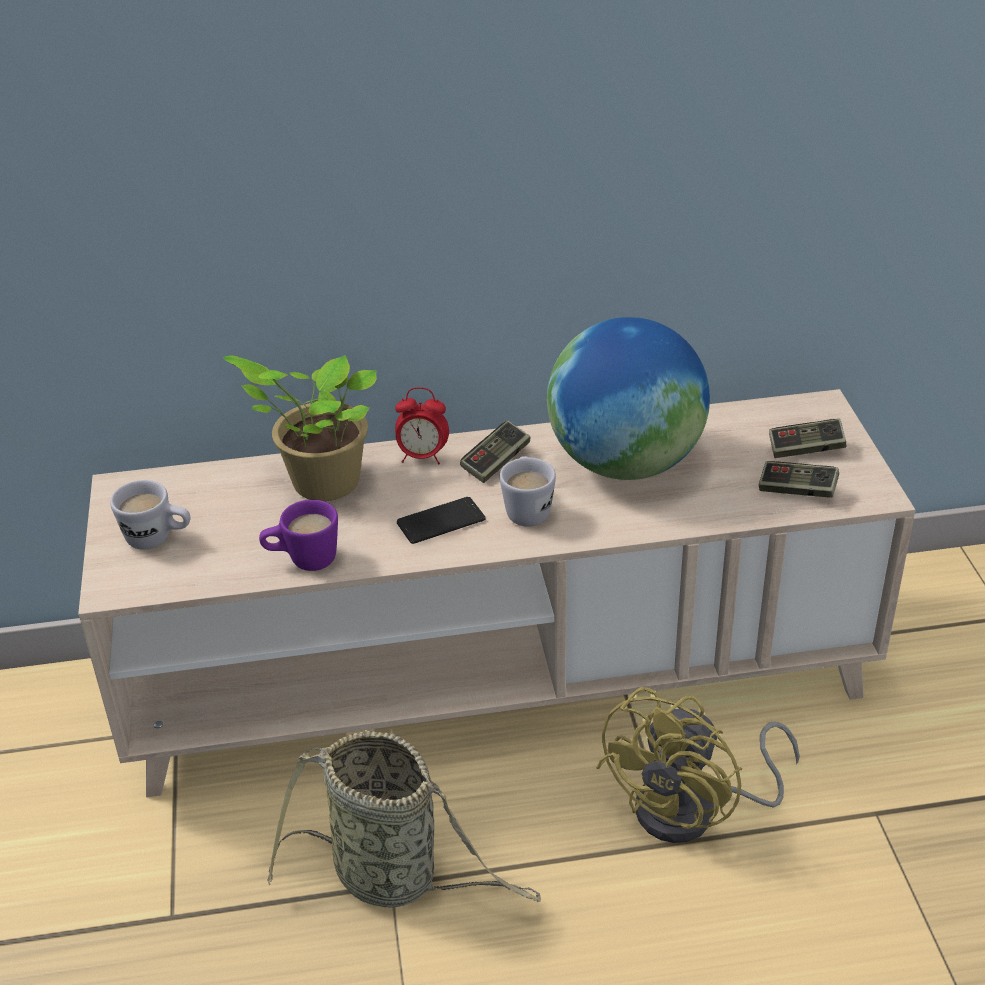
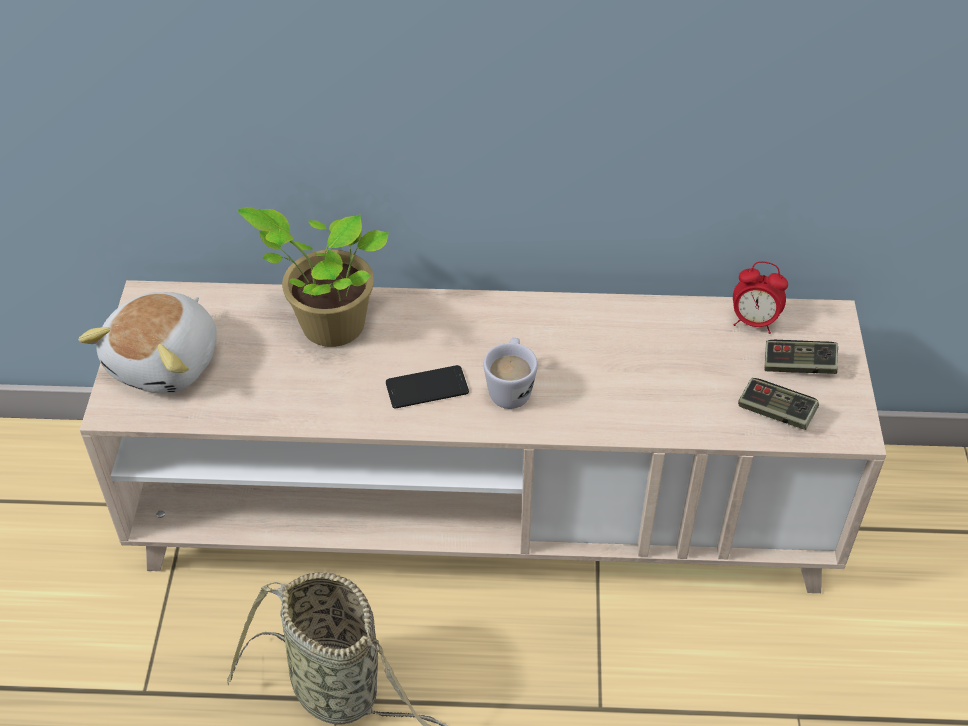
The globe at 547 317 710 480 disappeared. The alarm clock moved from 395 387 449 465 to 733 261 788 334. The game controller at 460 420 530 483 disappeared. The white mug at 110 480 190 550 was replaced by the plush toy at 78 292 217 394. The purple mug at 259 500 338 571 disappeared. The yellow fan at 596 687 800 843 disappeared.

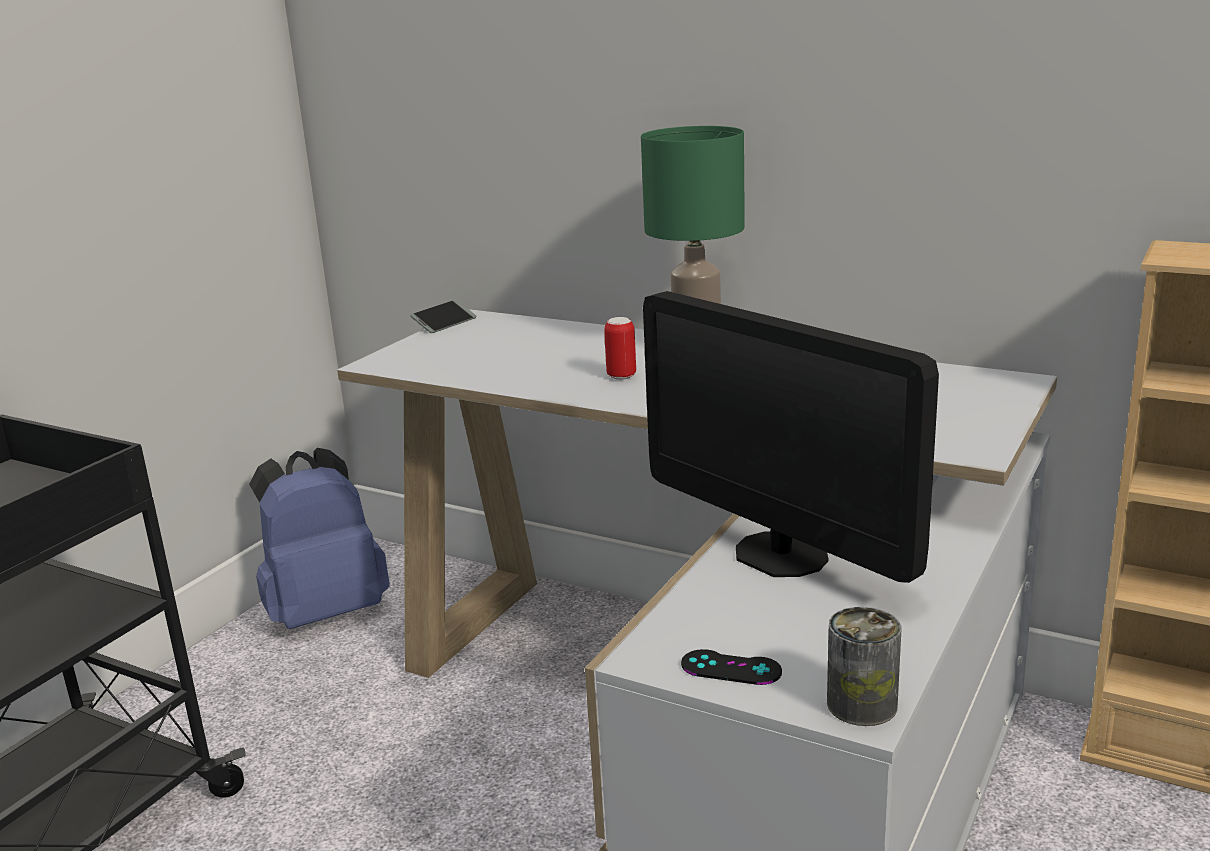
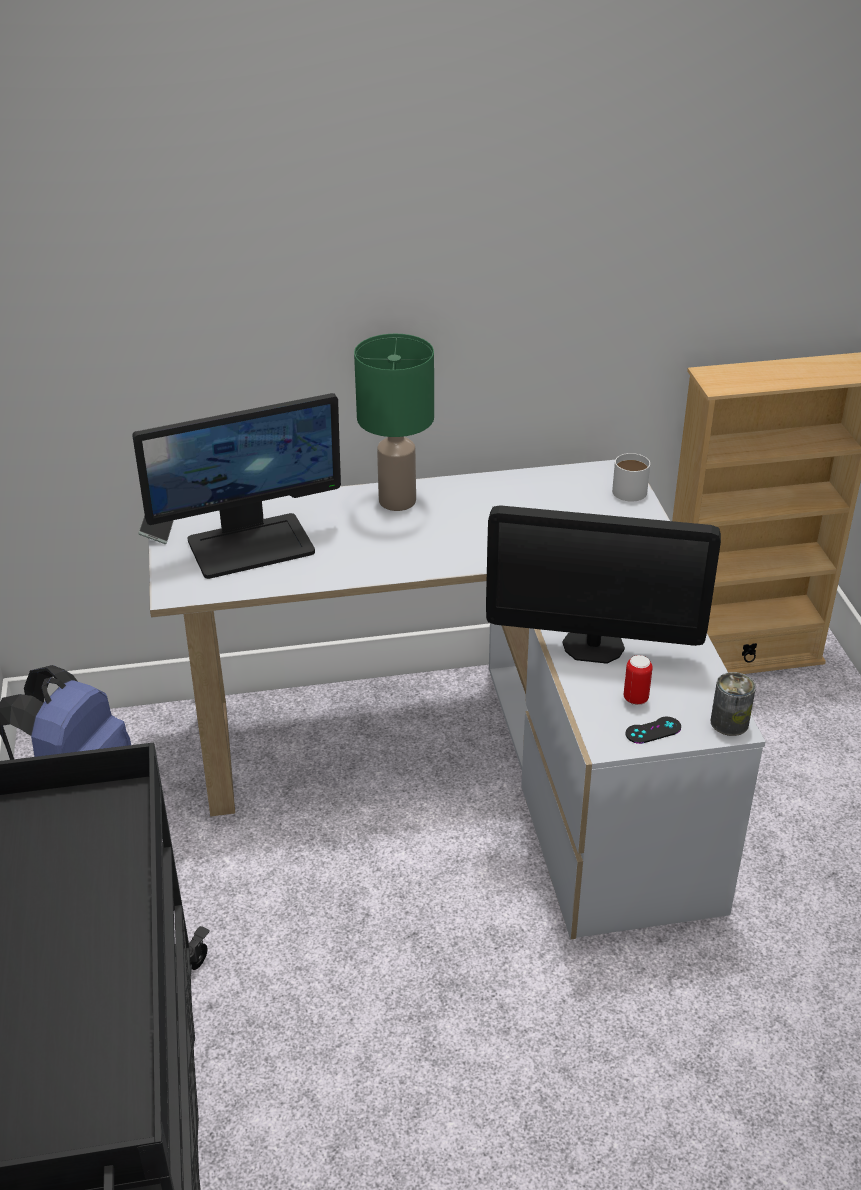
The can moved from 604 317 636 380 to 624 655 653 705. The monitor at 132 393 341 579 appeared. The white mug at 612 453 650 502 appeared.

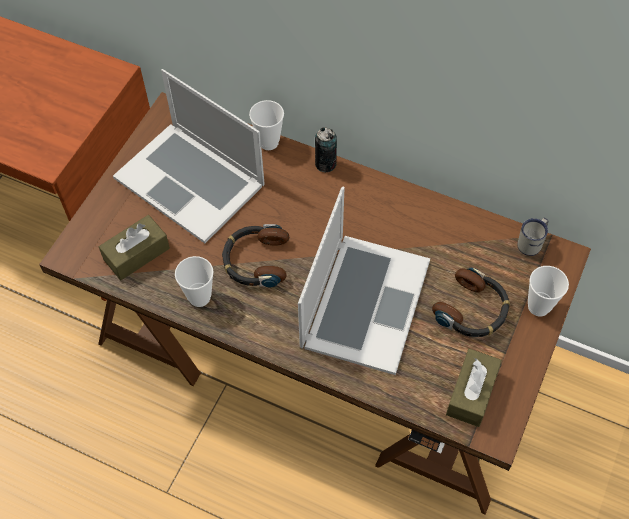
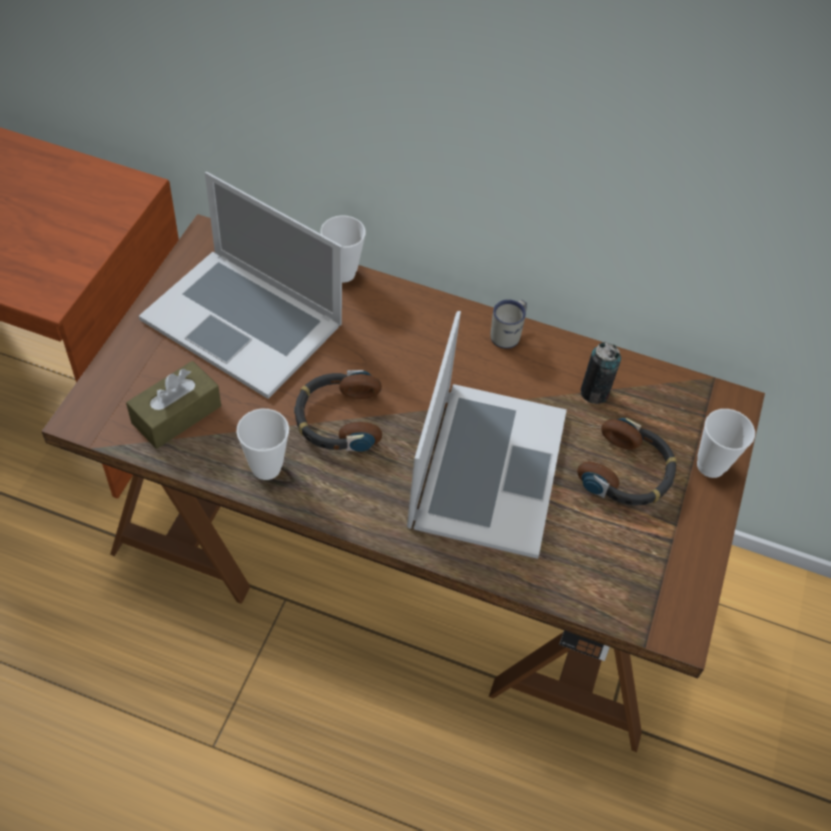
The can moved from 315 127 337 172 to 581 342 621 404. The white mug moved from 518 218 548 256 to 491 299 527 349. The brown tissue box at 446 348 502 427 disappeared.

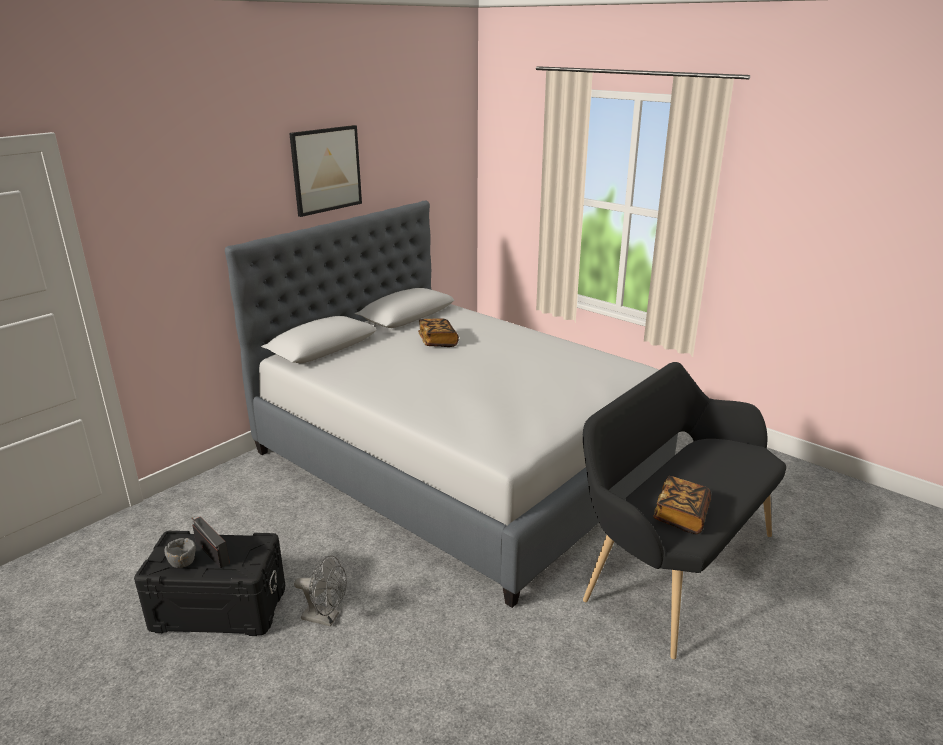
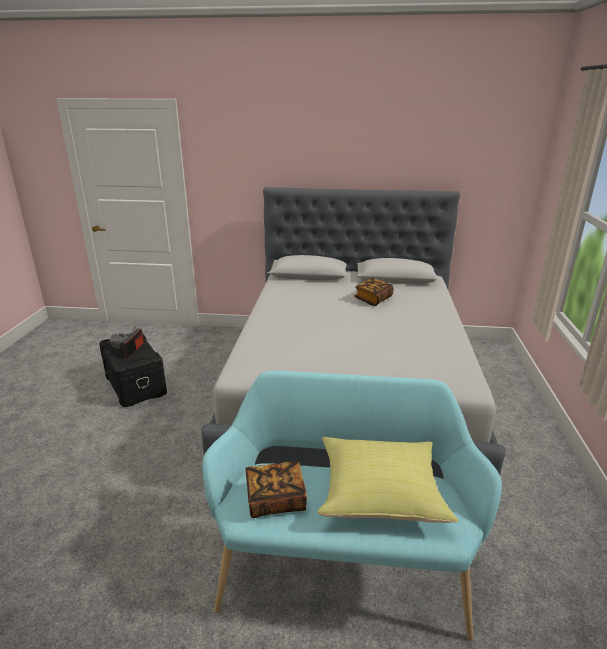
The picture at 289 125 362 217 disappeared. The black bench at 583 362 786 659 became the turquoise bench at 202 370 502 641. The grey fan at 294 555 347 626 disappeared. The yellow pillow at 317 437 458 523 appeared.

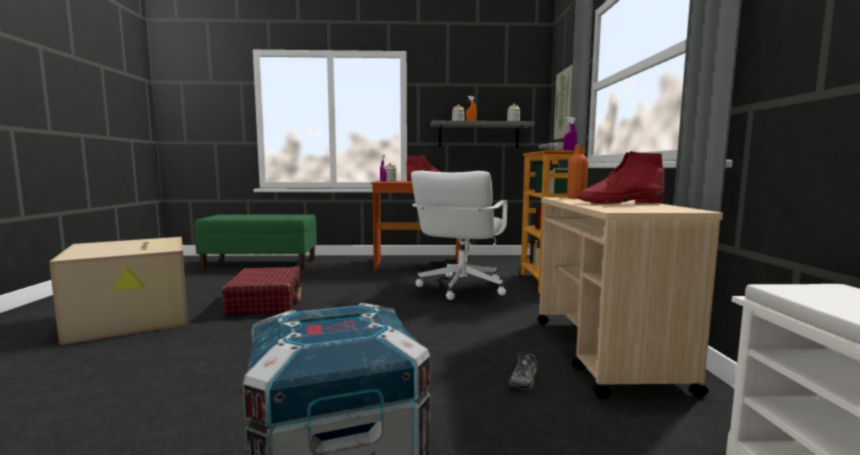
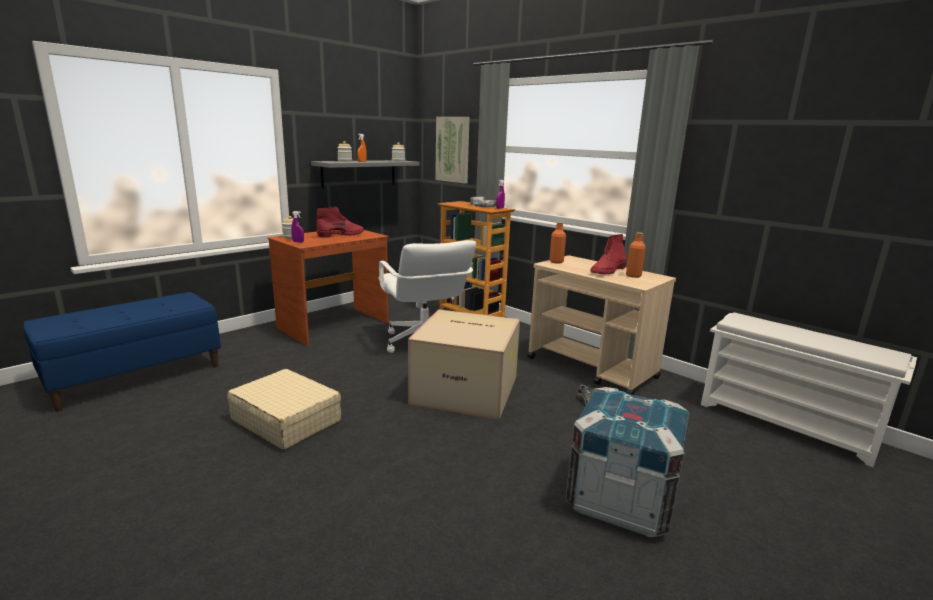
The green bench at 194 214 317 269 became the blue bench at 24 292 221 412. The cardboard box moved from 49 237 189 345 to 408 309 520 420. The red suitcase at 222 267 301 315 became the beige suitcase at 227 369 341 450. The orange bottle at 626 232 646 278 appeared.

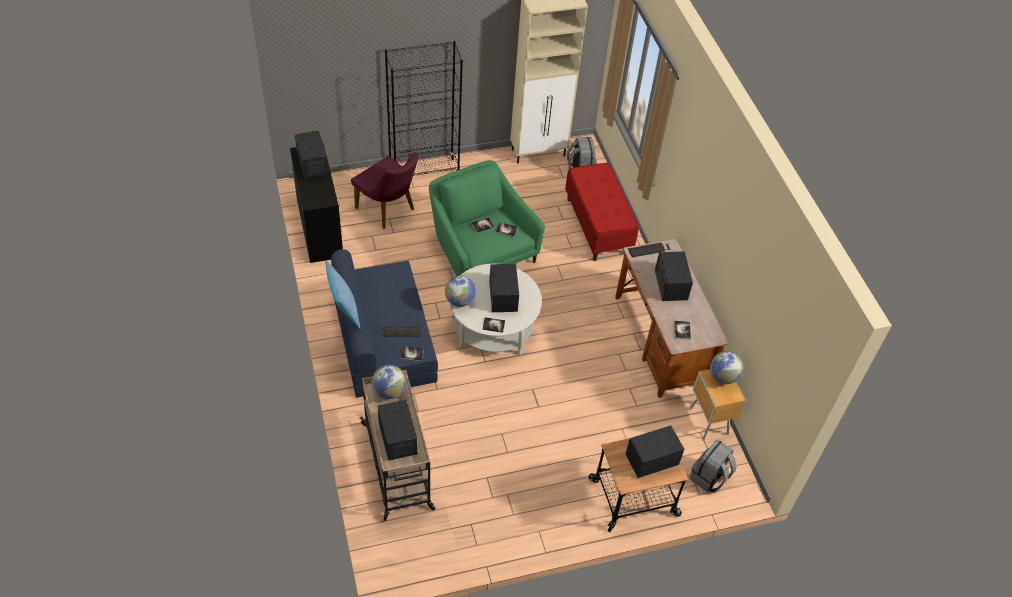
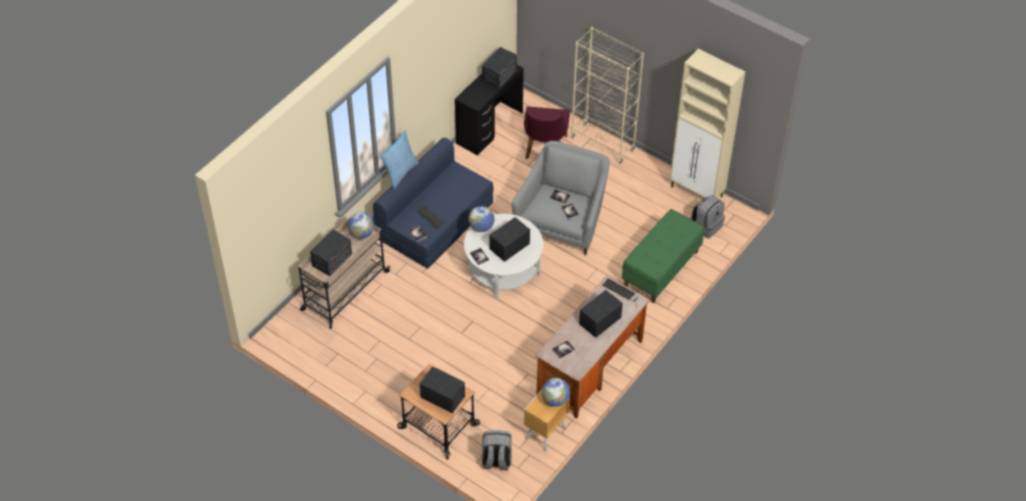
The black bookcase at 385 41 463 176 became the beige bookcase at 571 27 644 164. The green armchair at 429 160 545 276 became the grey armchair at 512 141 610 255. The red bench at 565 163 639 261 became the green bench at 622 209 705 303.

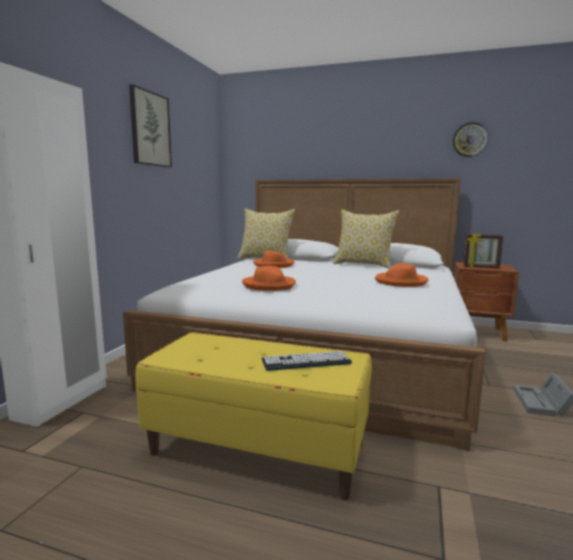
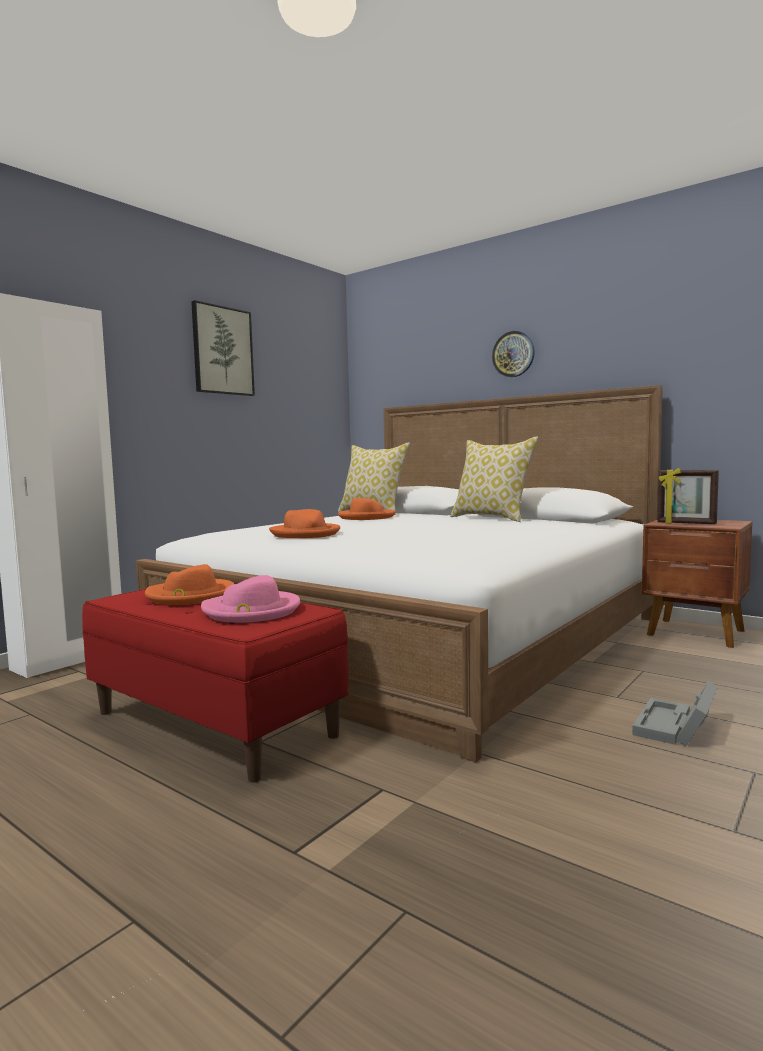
The wall clock moved from 452 122 489 157 to 492 331 535 377. The orange hat moved from 375 263 429 287 to 145 564 234 605. The yellow bench at 135 332 372 500 became the red bench at 82 589 349 783. The keyboard at 262 351 352 371 was replaced by the pink hat at 201 575 300 623.

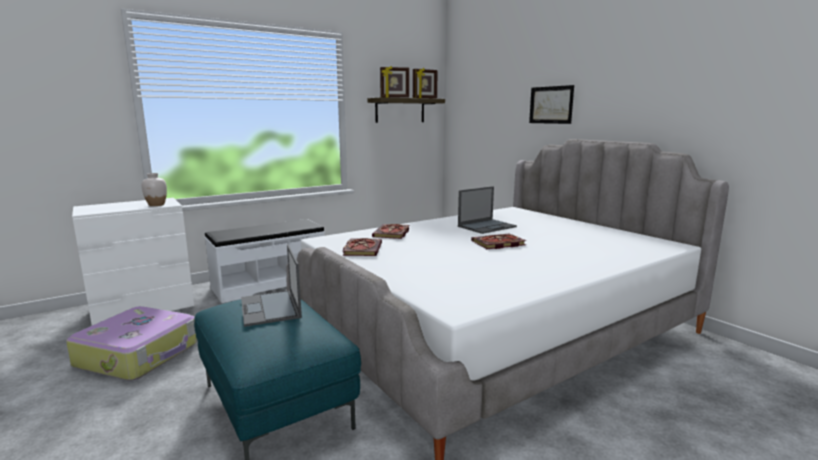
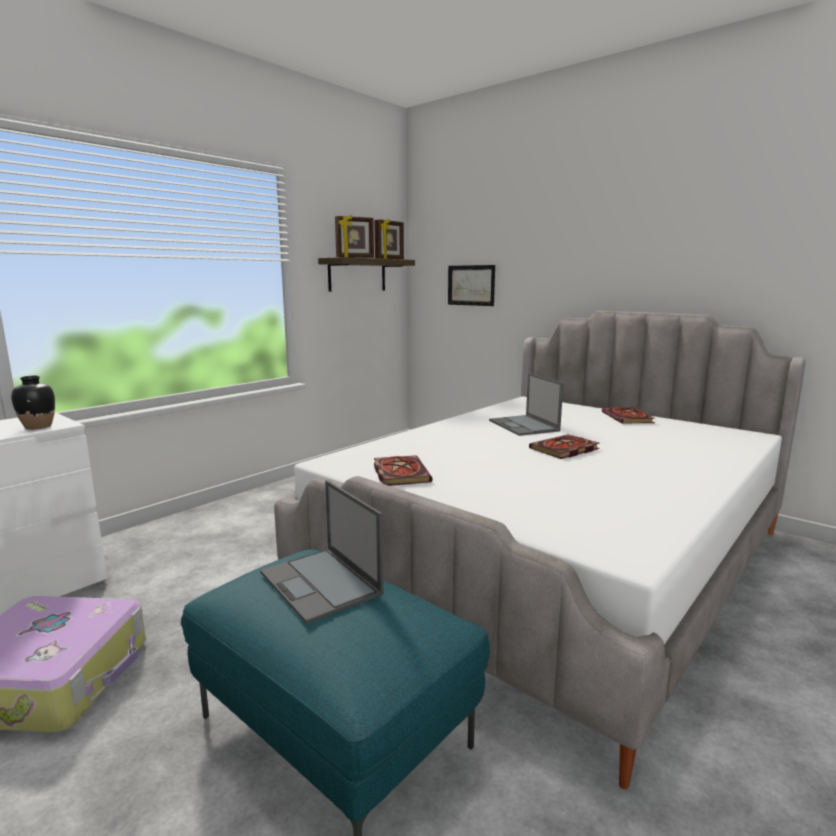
The picture moved from 529 85 574 124 to 448 265 495 306. The white vase at 141 173 167 206 became the black vase at 11 376 55 430. The laptop at 458 186 517 234 turned 120 degrees clockwise. The white bench at 205 219 325 303 disappeared. The book moved from 372 224 410 239 to 602 407 655 423.

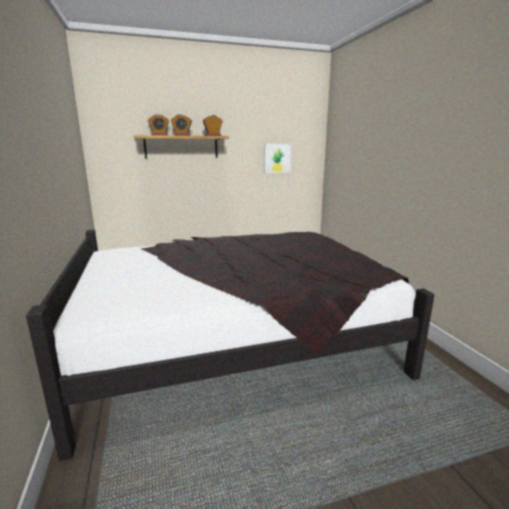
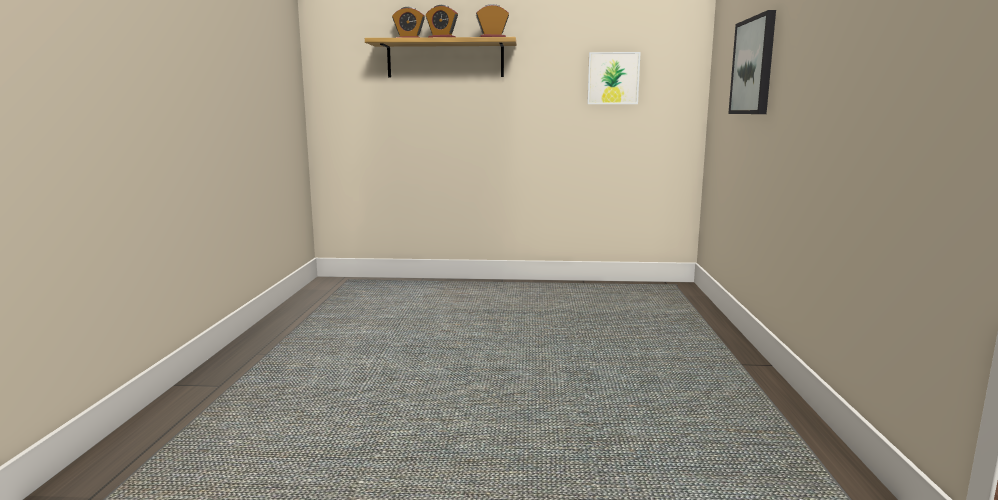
The black bed at 26 230 434 461 disappeared. The picture at 728 10 776 114 appeared.

